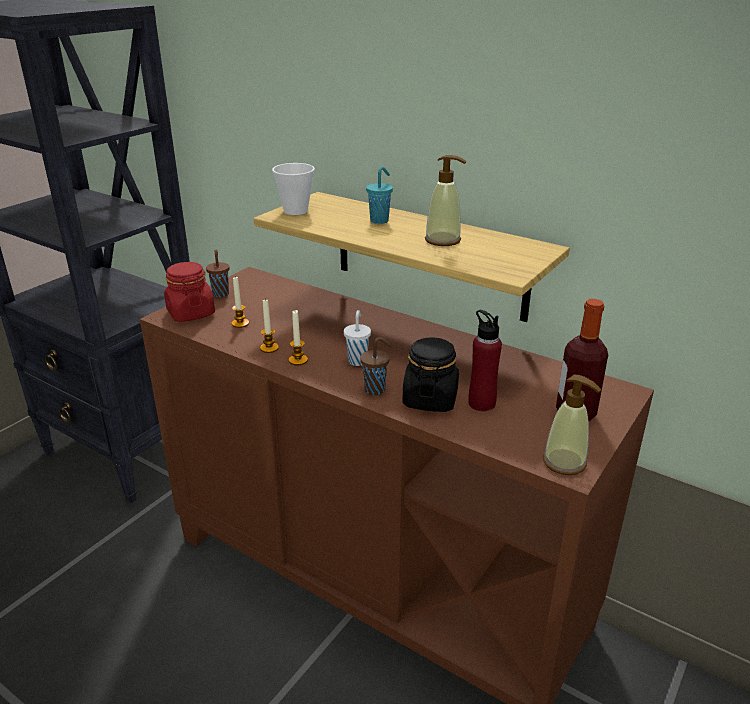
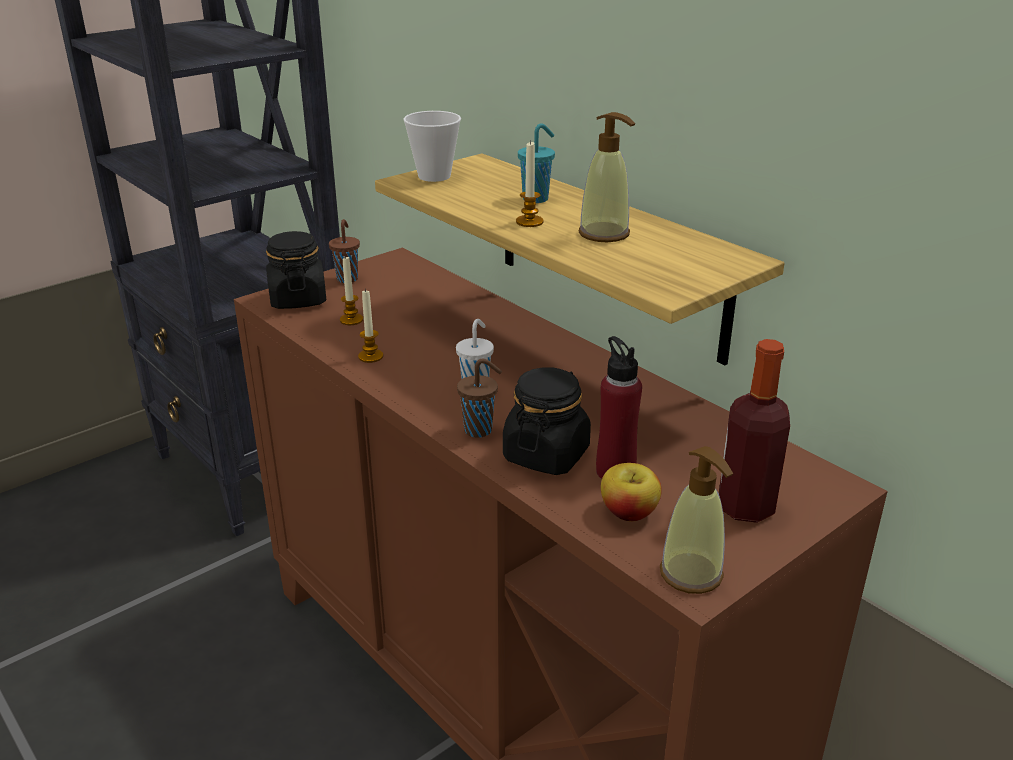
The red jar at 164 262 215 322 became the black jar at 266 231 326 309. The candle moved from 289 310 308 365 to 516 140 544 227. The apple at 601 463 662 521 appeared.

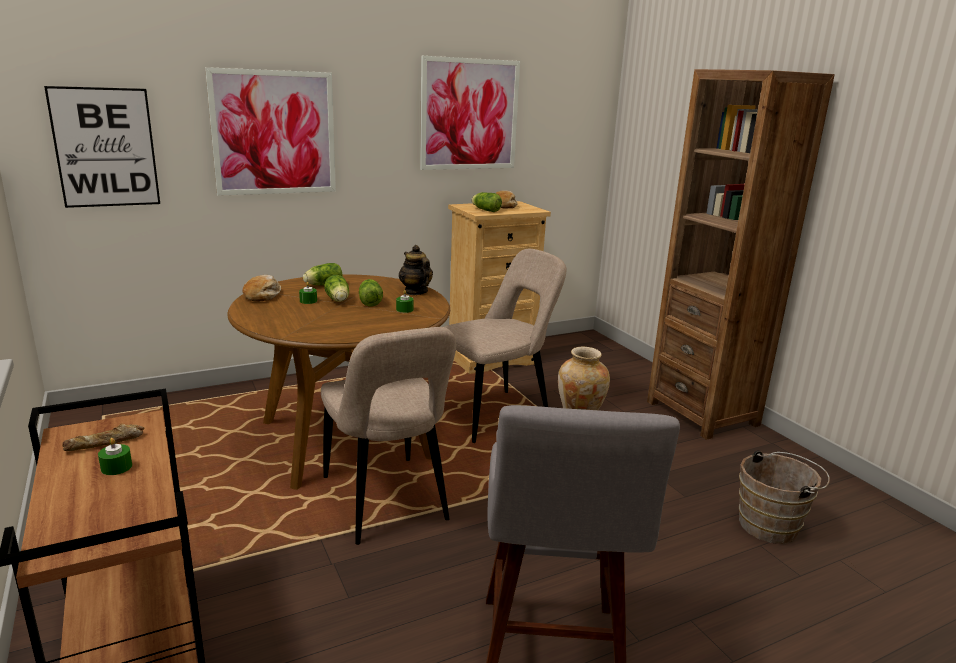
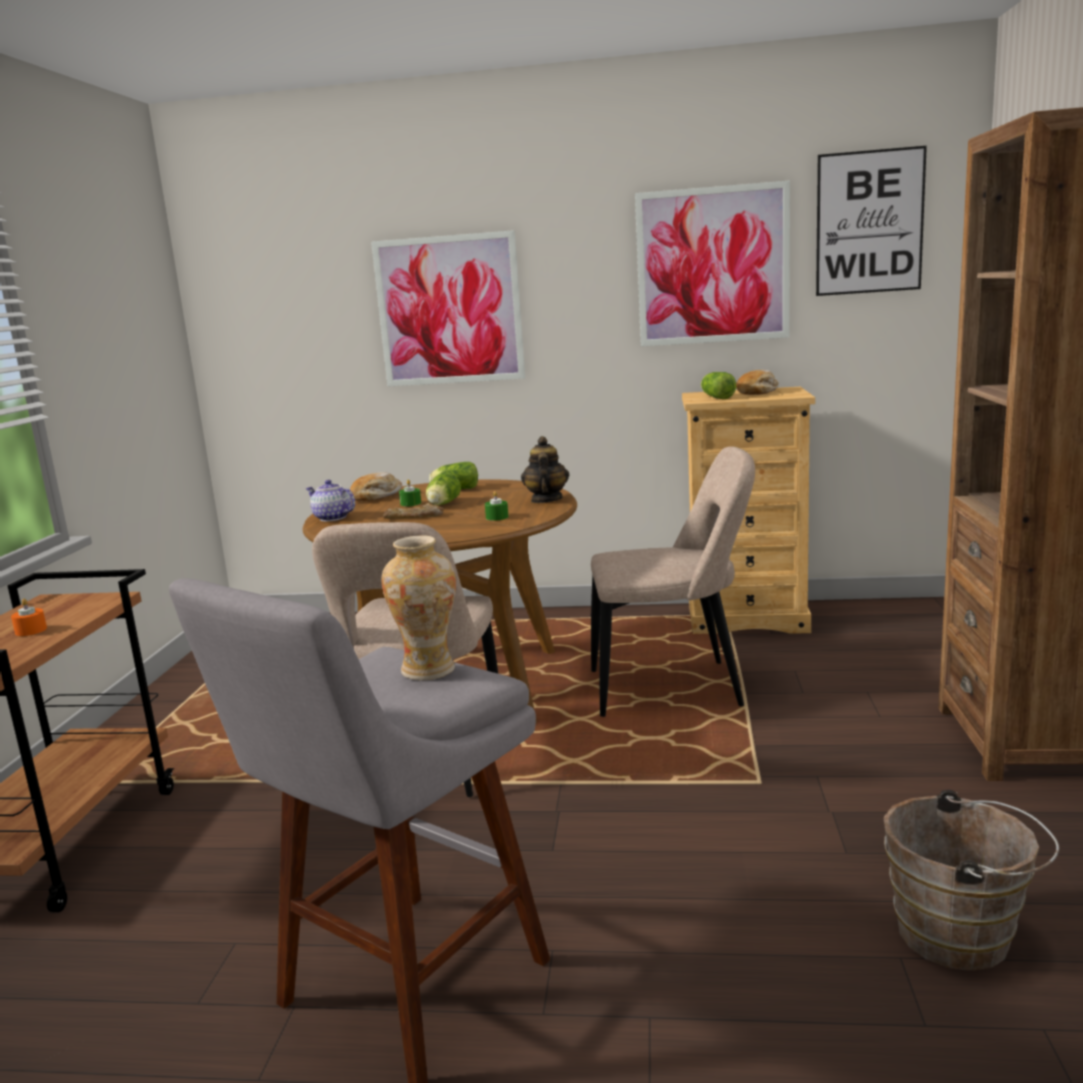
The picture moved from 44 86 160 208 to 816 146 927 296. The lettuce at 359 279 383 307 disappeared. The bread moved from 62 423 144 451 to 383 503 444 519. The green candle at 98 438 132 475 became the orange candle at 11 599 47 636. The teapot at 306 480 355 521 appeared.

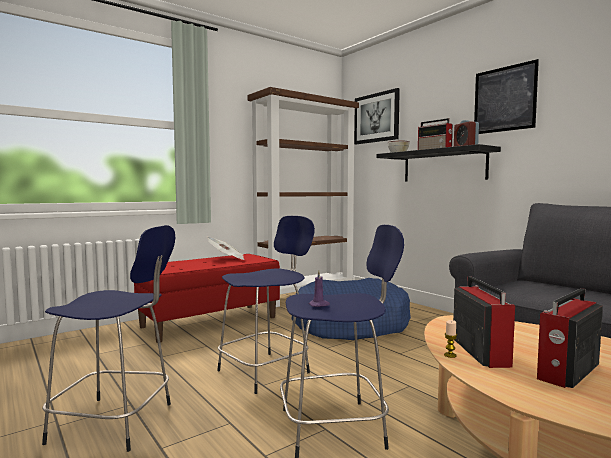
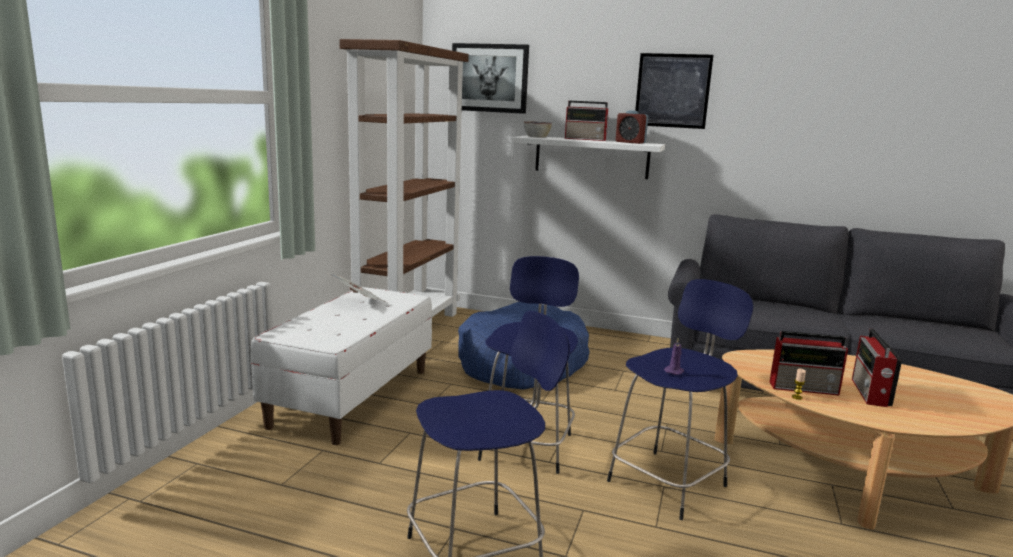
The black shelf at 376 144 501 181 became the white shelf at 512 136 665 179. The red bench at 134 254 280 343 became the white bench at 251 287 432 445. The radio at 453 276 515 368 turned 135 degrees clockwise.

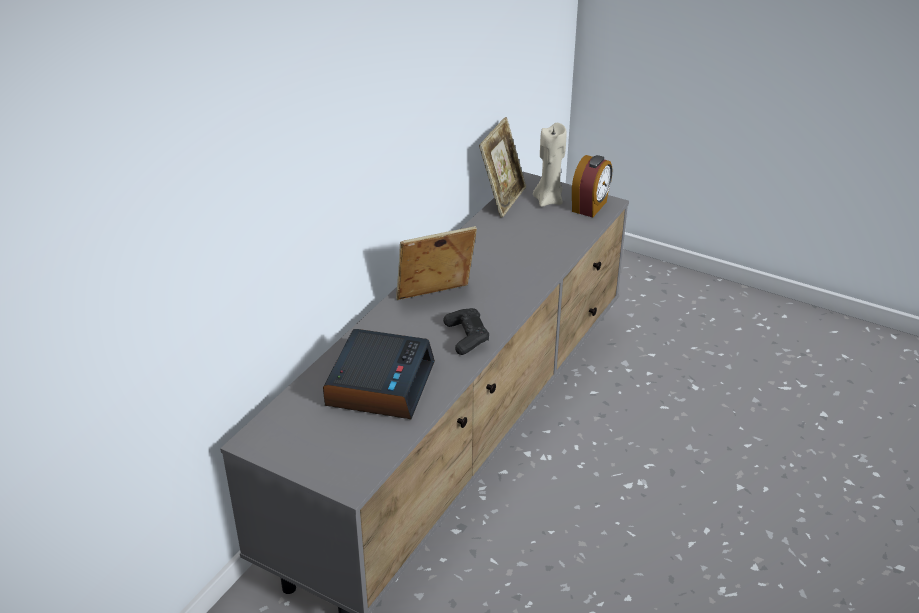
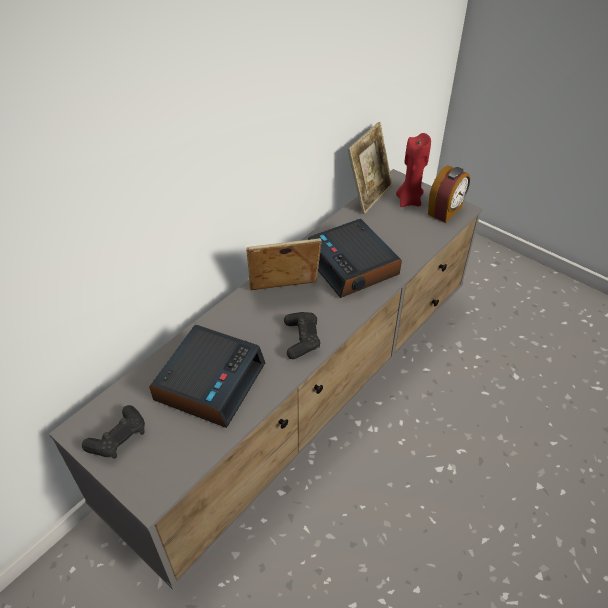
The beige candle at 533 123 566 207 became the red candle at 396 133 431 207. The alarm clock at 308 219 402 298 appeared. The black game controller at 82 405 145 459 appeared.

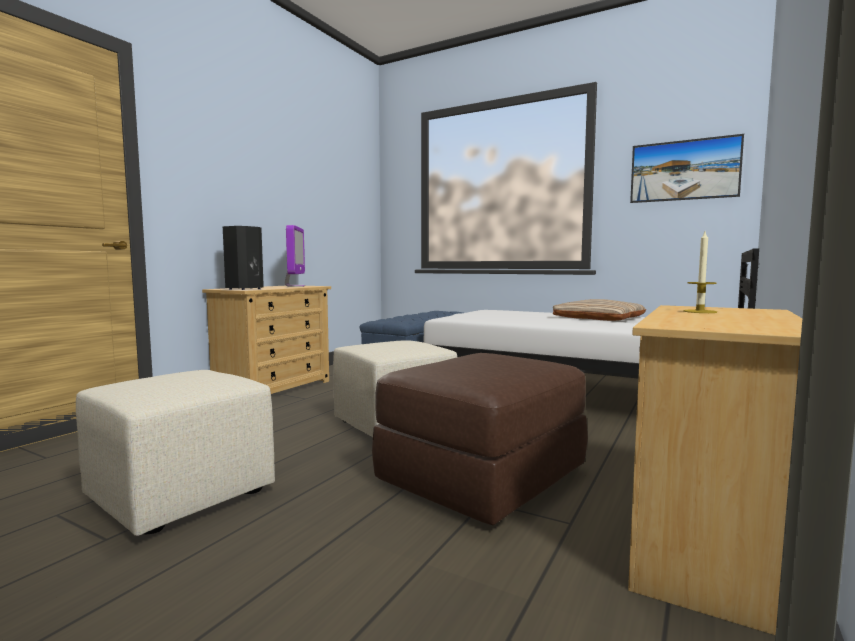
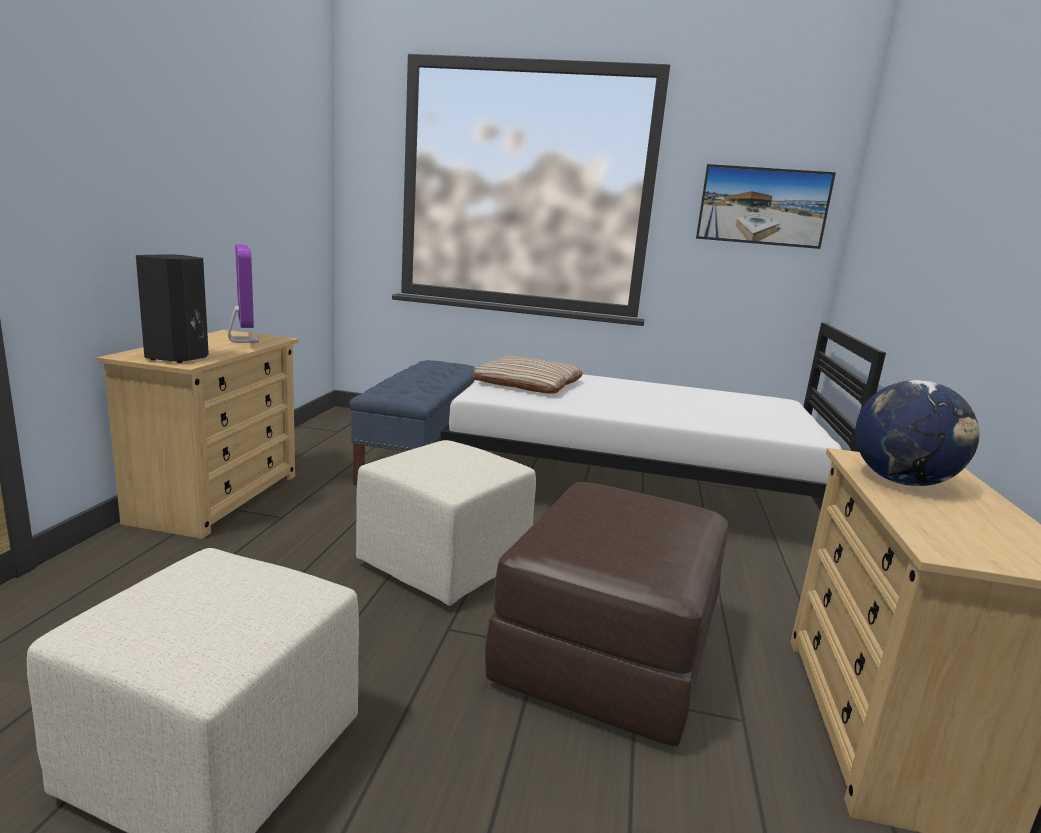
The candle at 684 232 717 313 was replaced by the globe at 855 380 979 486. The beige pillow moved from 553 299 646 321 to 473 355 583 394.

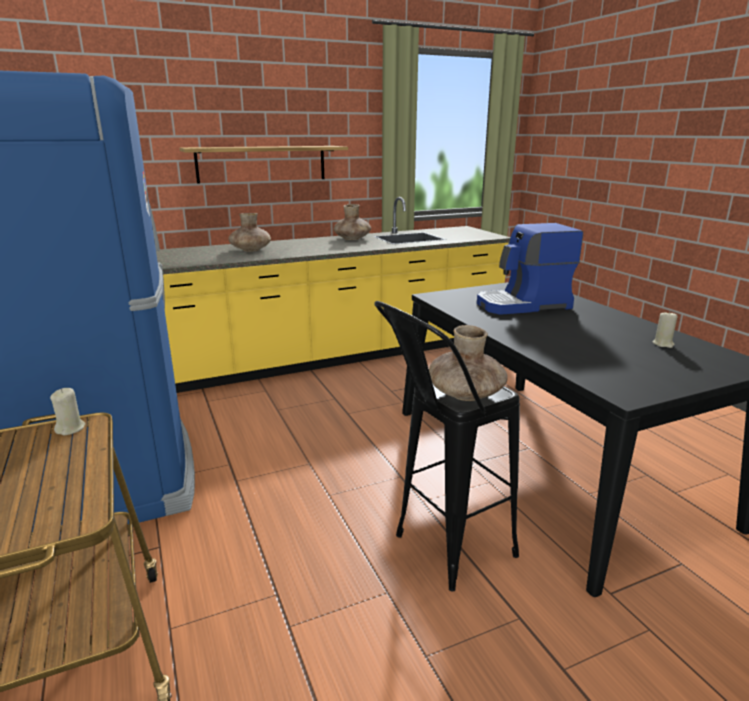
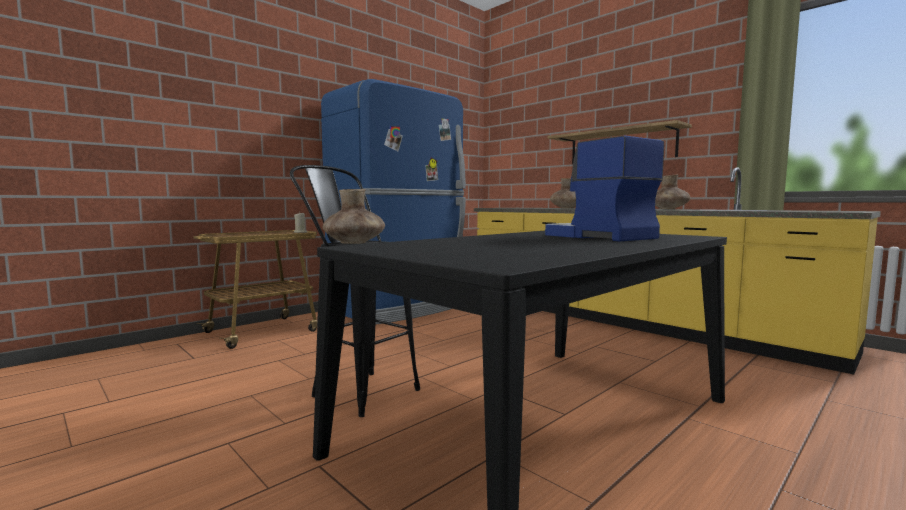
The beige candle at 653 311 678 348 disappeared.

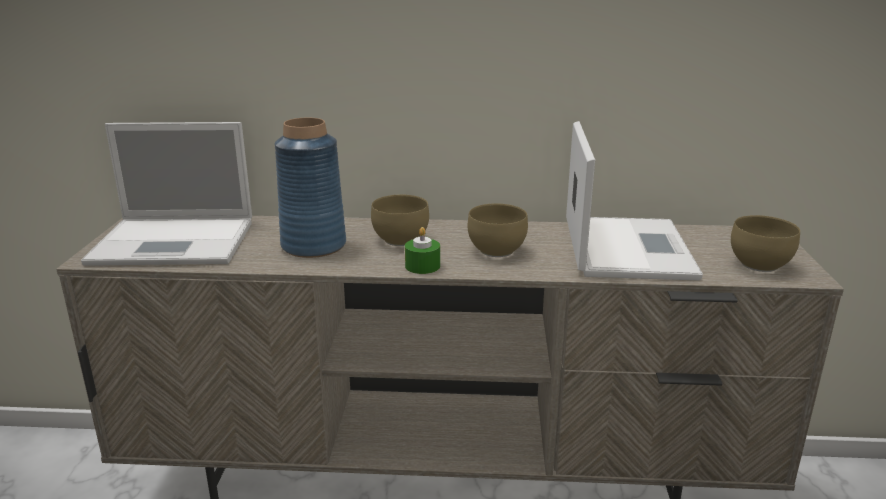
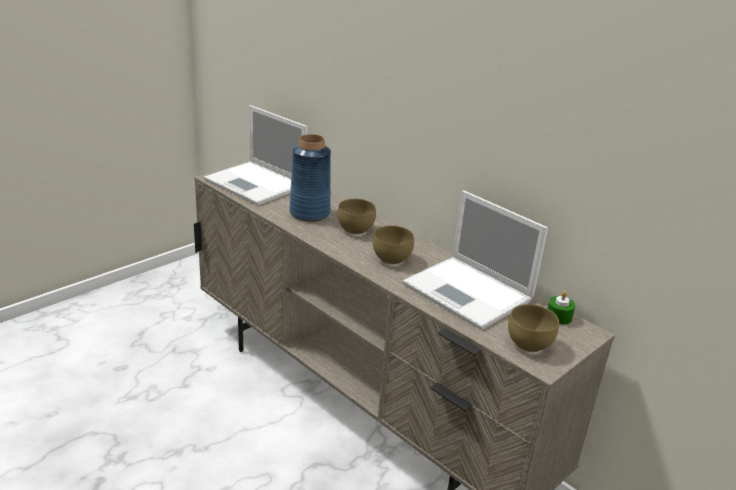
The laptop at 566 121 703 280 turned 90 degrees clockwise. The green candle moved from 405 227 440 274 to 547 291 575 325.

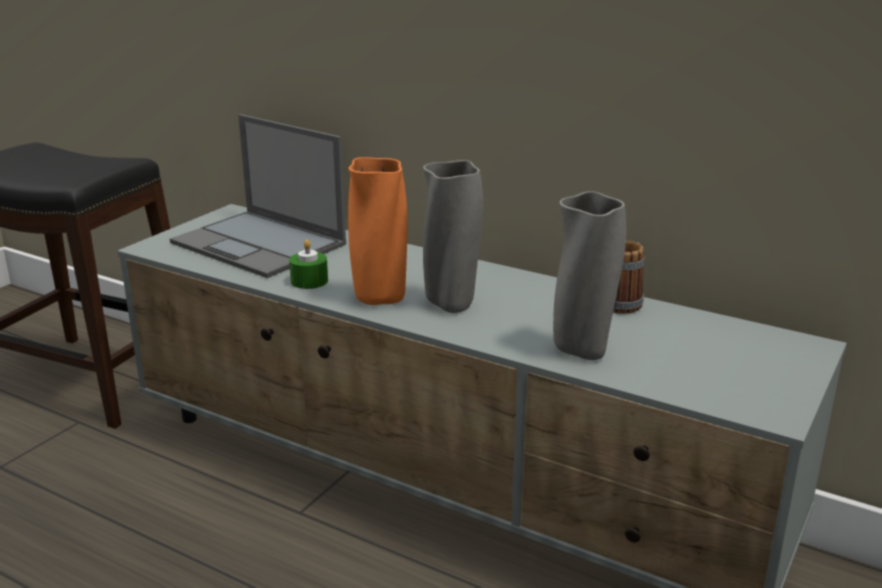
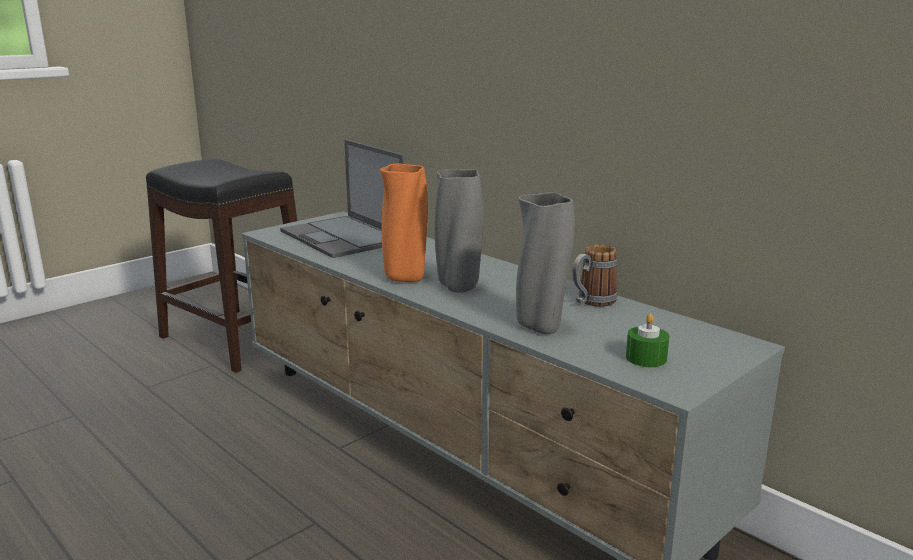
The green candle moved from 289 240 328 289 to 626 314 669 367.

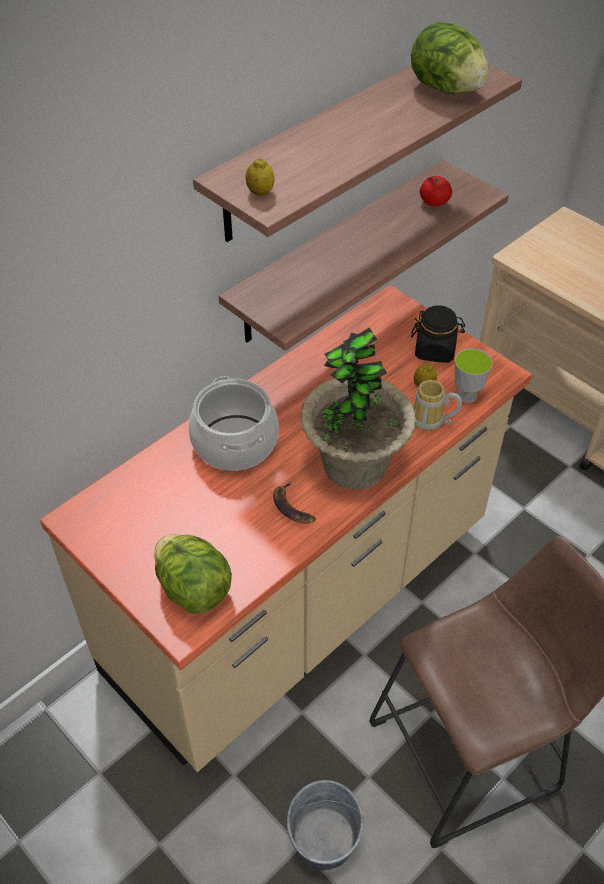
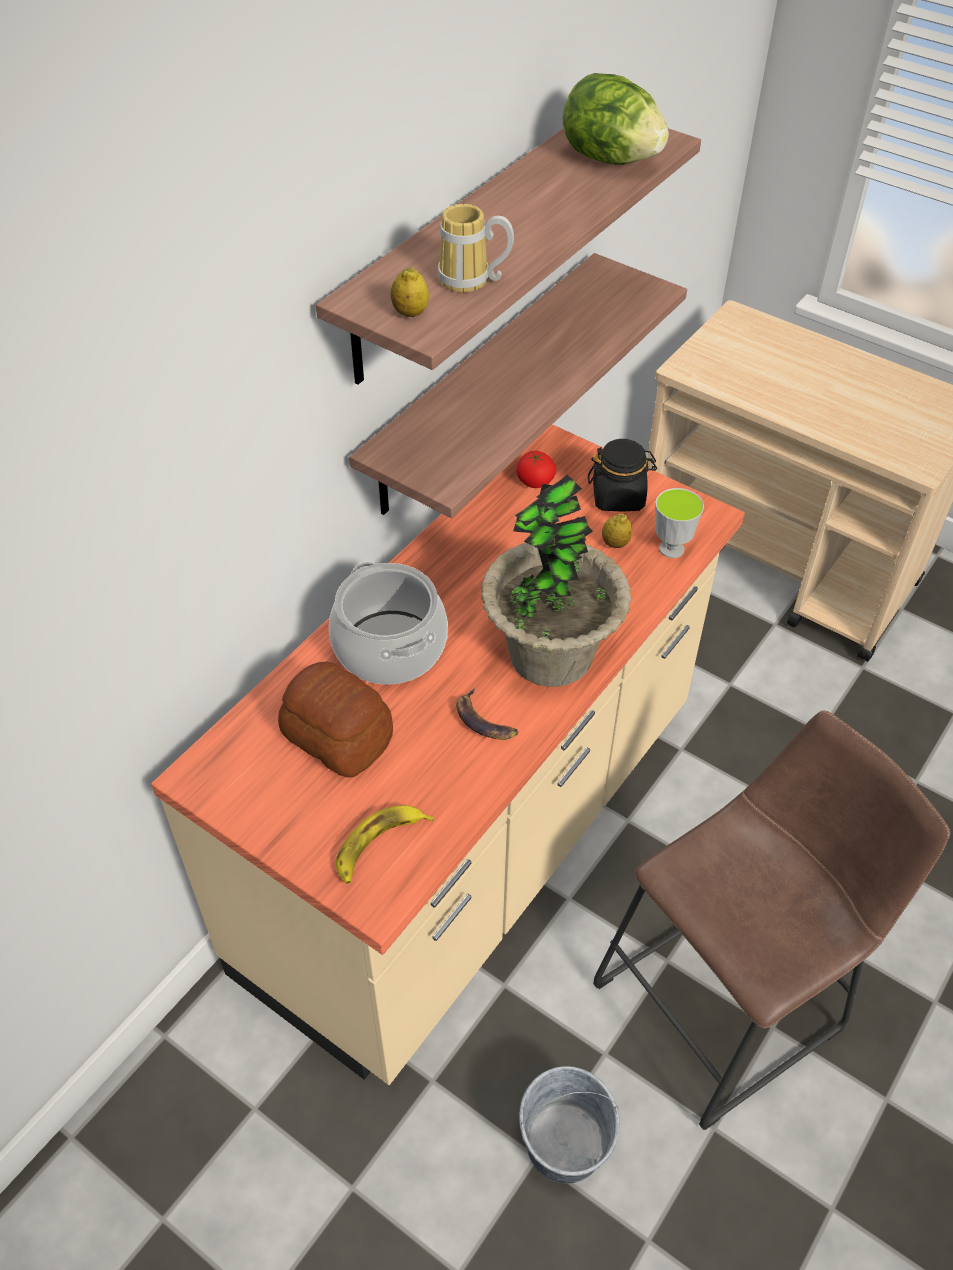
The tomato moved from 420 176 452 206 to 516 451 556 488. The mug moved from 413 380 462 431 to 438 204 514 292. The lettuce at 154 534 232 614 was replaced by the banana at 336 805 434 884. The bread at 278 662 393 777 appeared.

